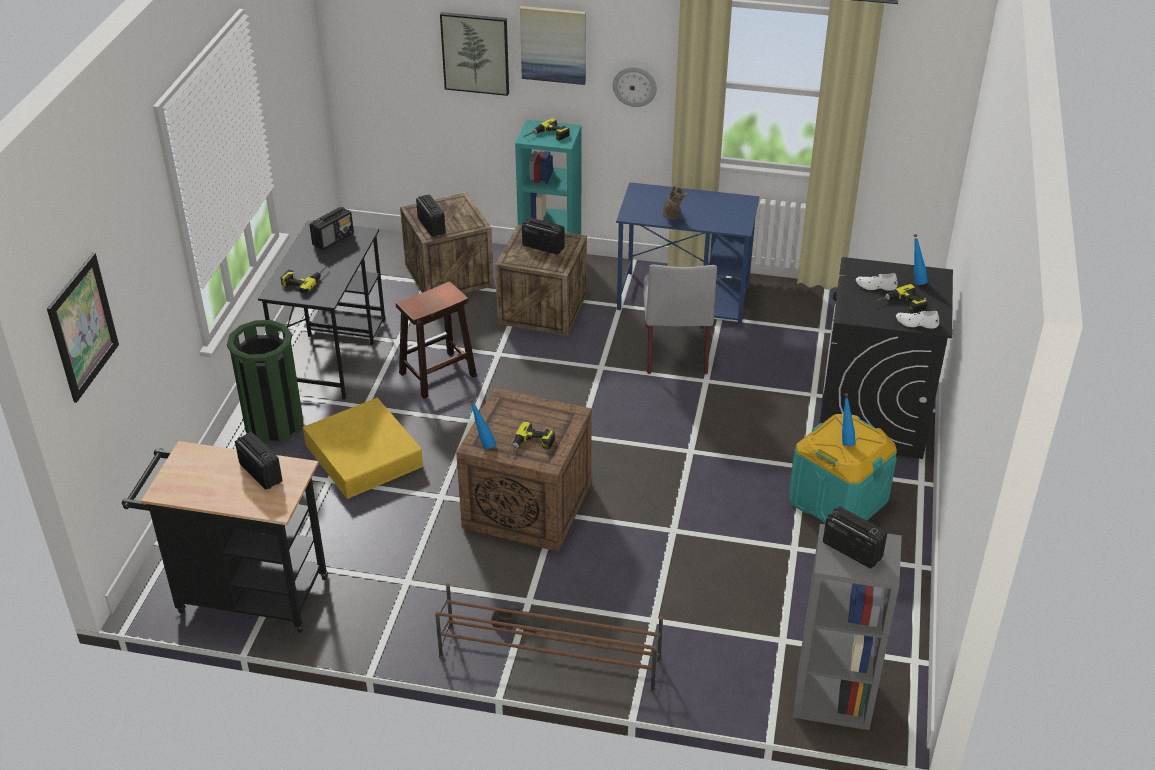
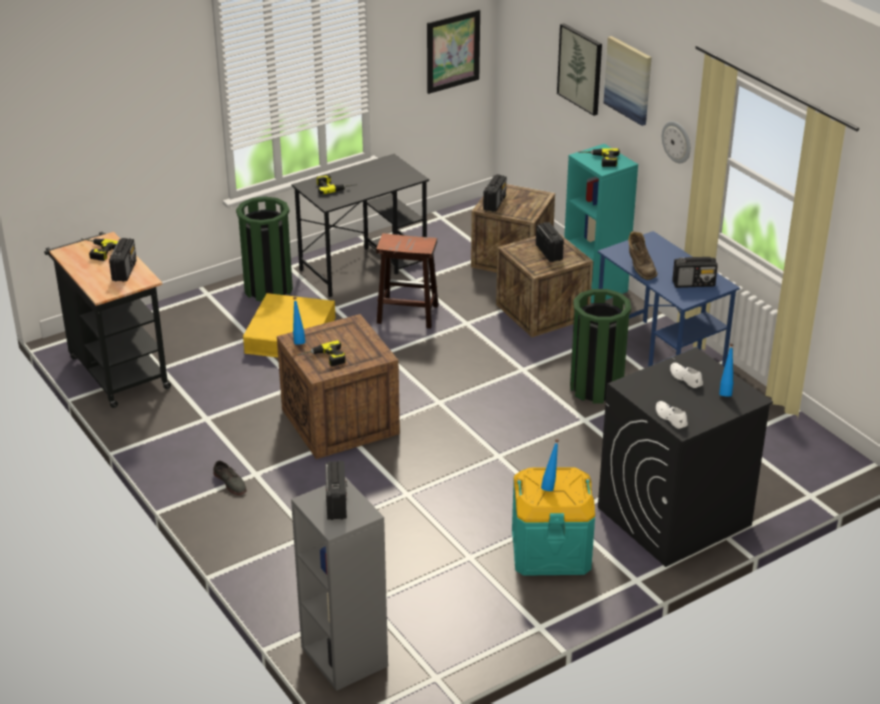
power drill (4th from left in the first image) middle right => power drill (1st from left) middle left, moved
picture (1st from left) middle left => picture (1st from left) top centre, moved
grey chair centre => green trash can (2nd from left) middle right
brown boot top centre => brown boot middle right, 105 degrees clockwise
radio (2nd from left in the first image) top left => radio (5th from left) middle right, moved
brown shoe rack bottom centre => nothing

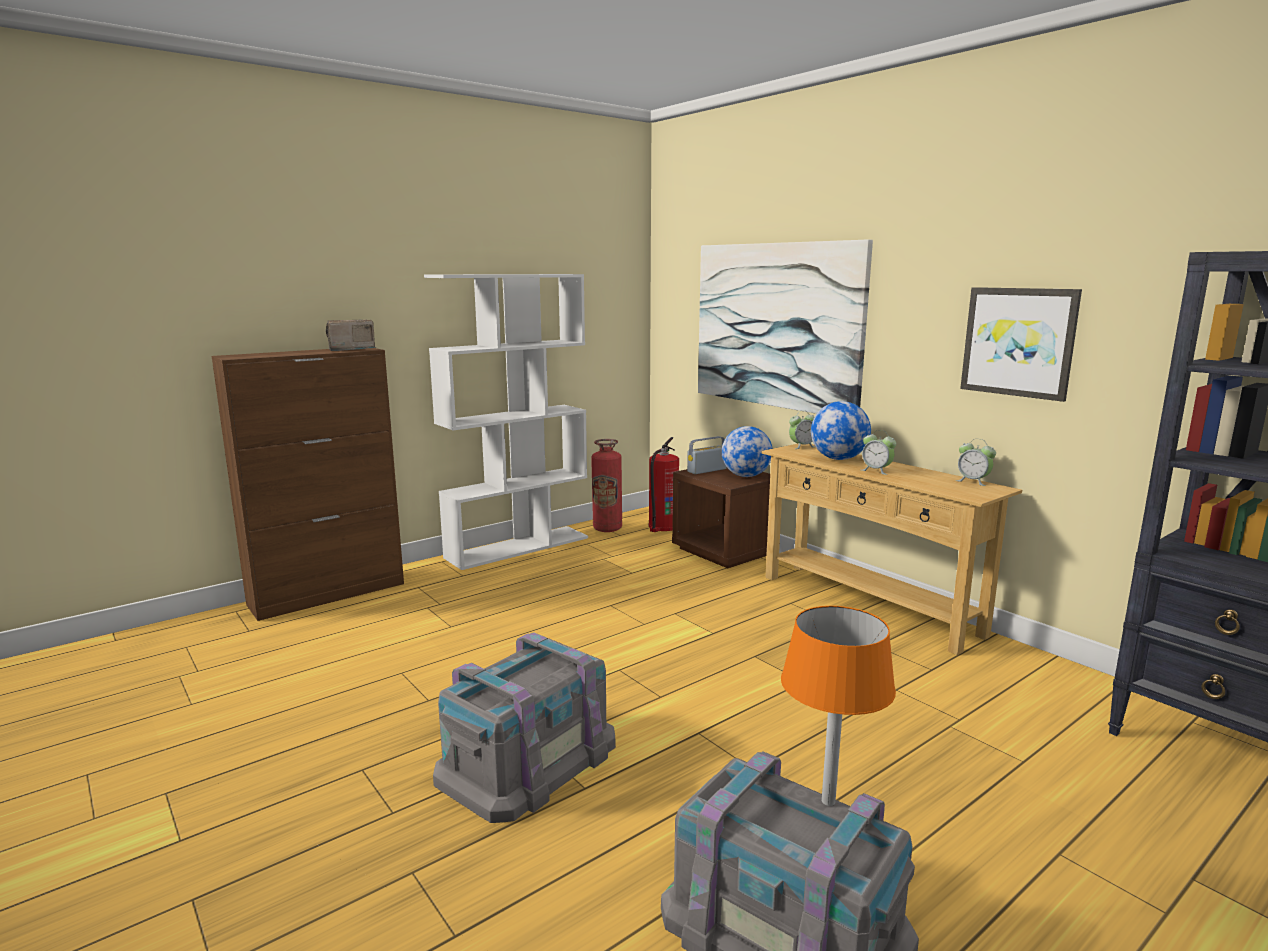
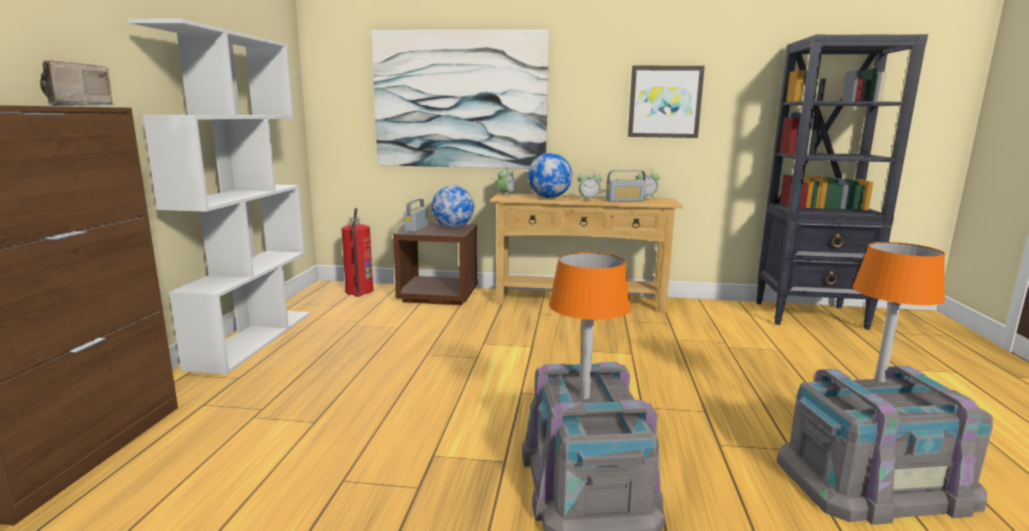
nothing => orange table lamp (1st from left) centre
nothing => radio (3rd from left) centre
fire extinguisher (1st from left) centre => nothing

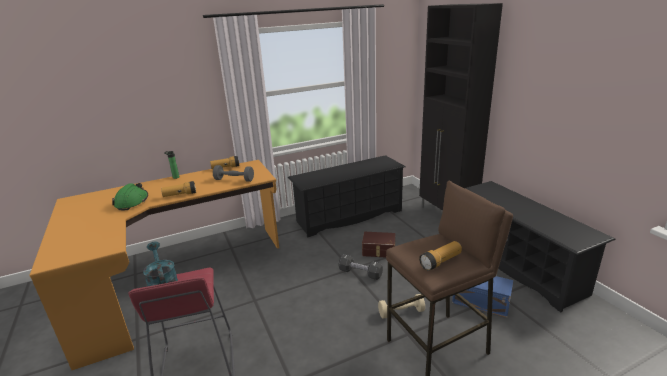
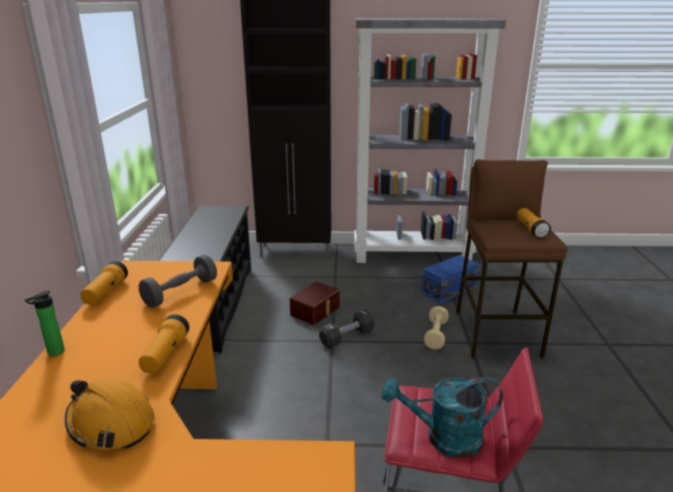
green hard hat middle left => orange hard hat bottom left
black shoe rack (2nd from left) middle right => grey bookcase top centre

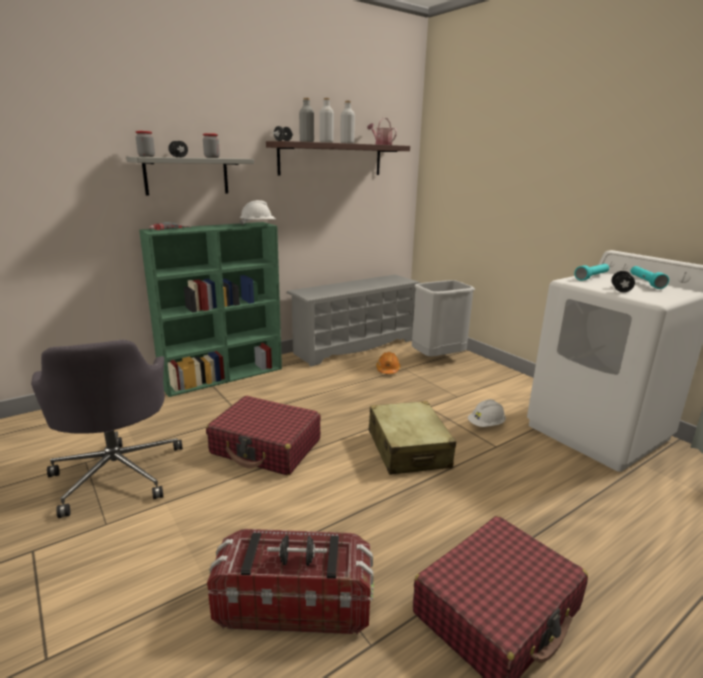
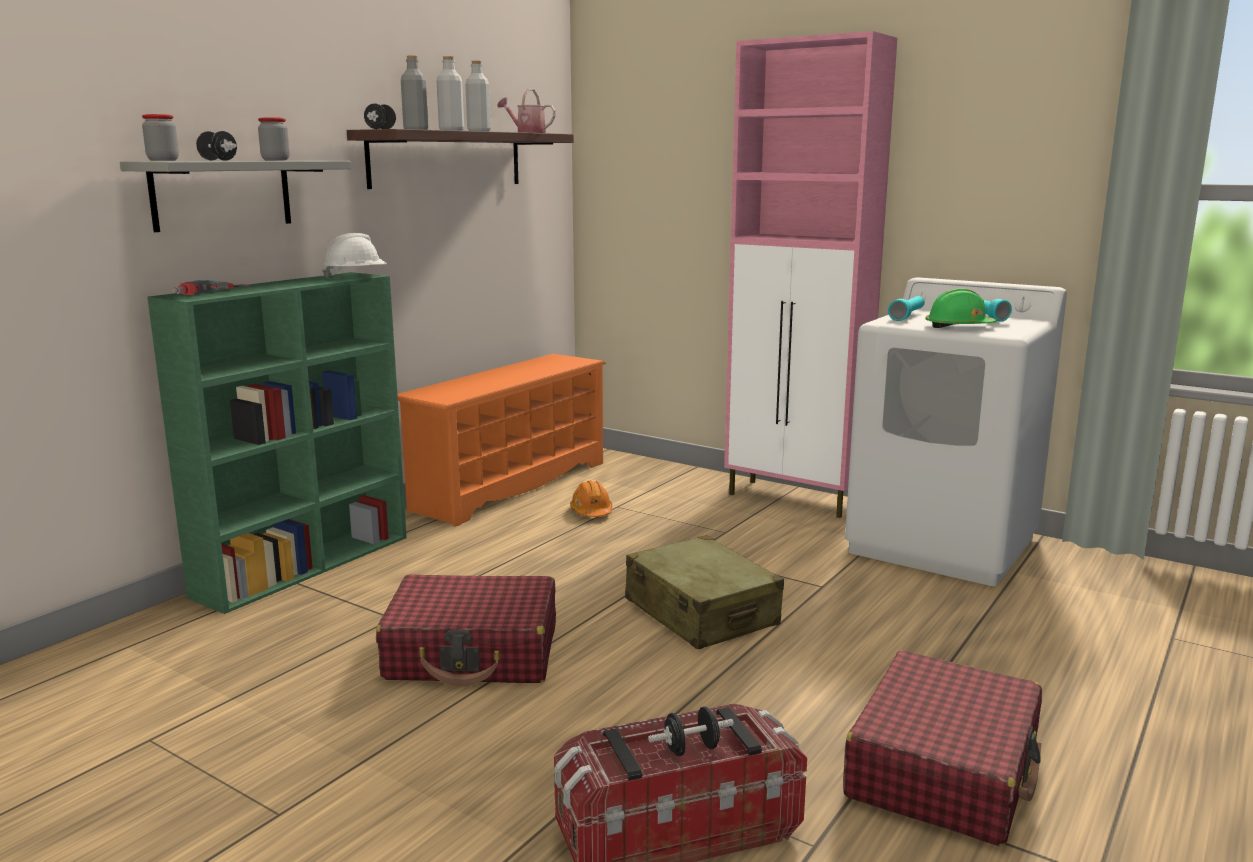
grey shoe rack centre => orange shoe rack centre
nothing => pink cabinet top centre
black dumbbell (4th from left) middle right => green hard hat middle right
grey office chair middle left => nothing
grey trash can centre => nothing
white hard hat (2nd from left) middle right => nothing

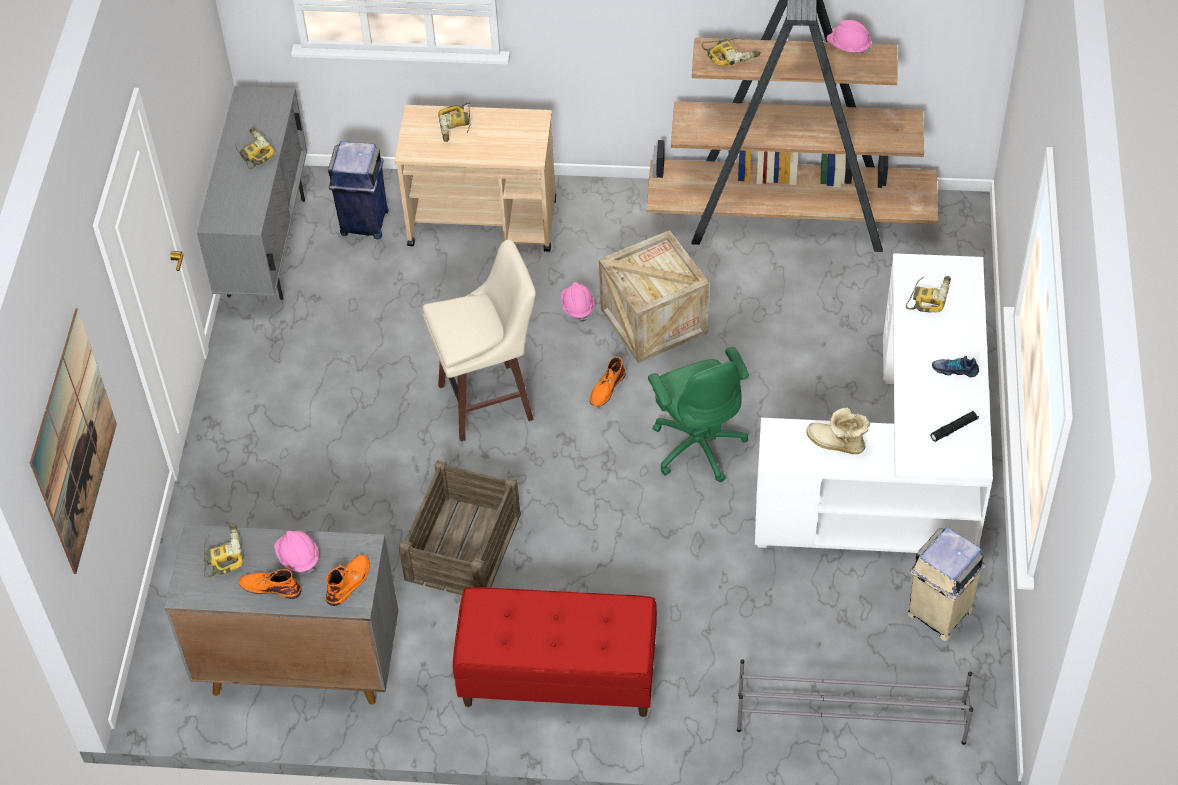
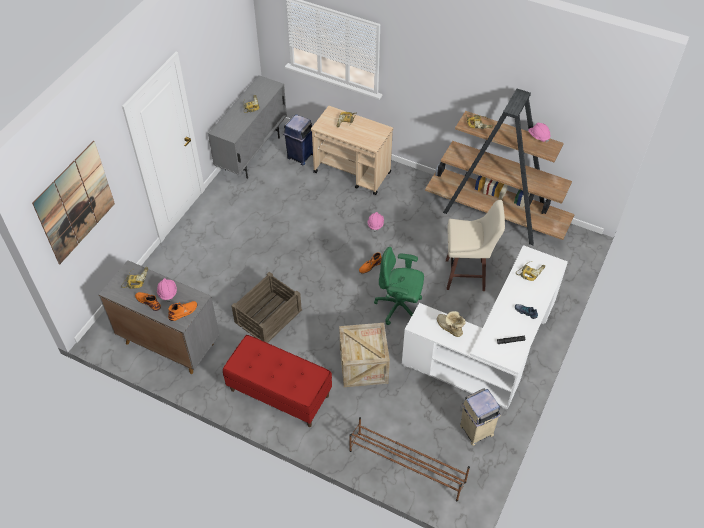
crate (2nd from left) centre => crate (2nd from left) bottom centre, moved
grey shoe rack bottom right => brown shoe rack bottom centre
green office chair centre, 105 degrees clockwise
beige stool centre => beige stool middle right, moved

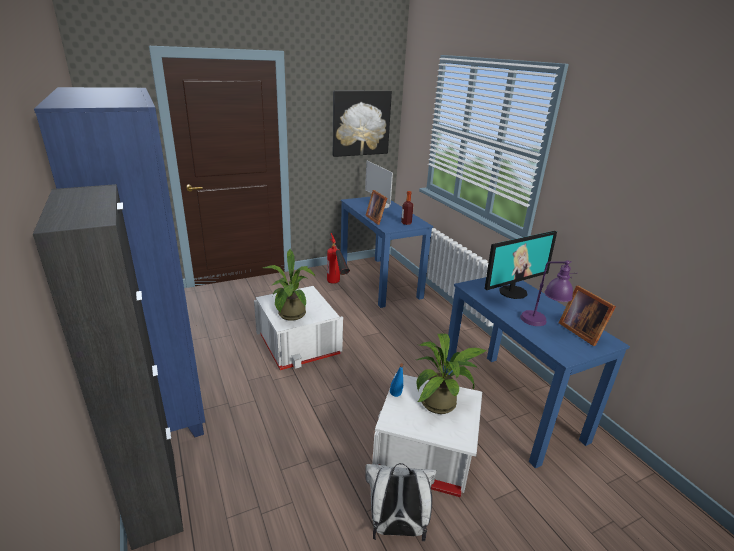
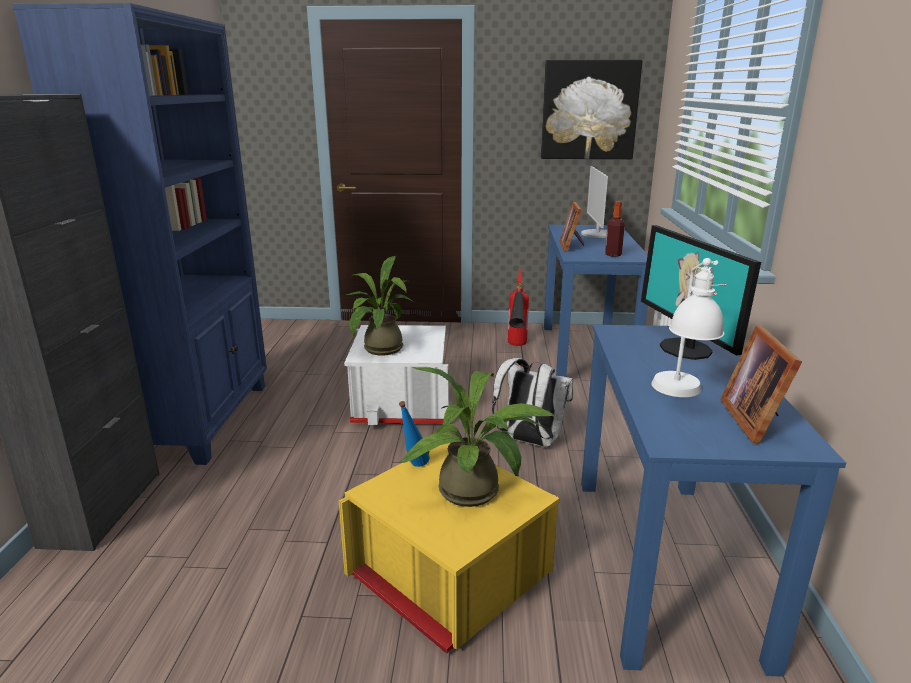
white storage box (2nd from left) bottom centre => yellow storage box bottom centre
white backpack bottom centre => white backpack centre, moved
monitor (2nd from left) middle right, 75 degrees clockwise
purple table lamp middle right => white table lamp middle right

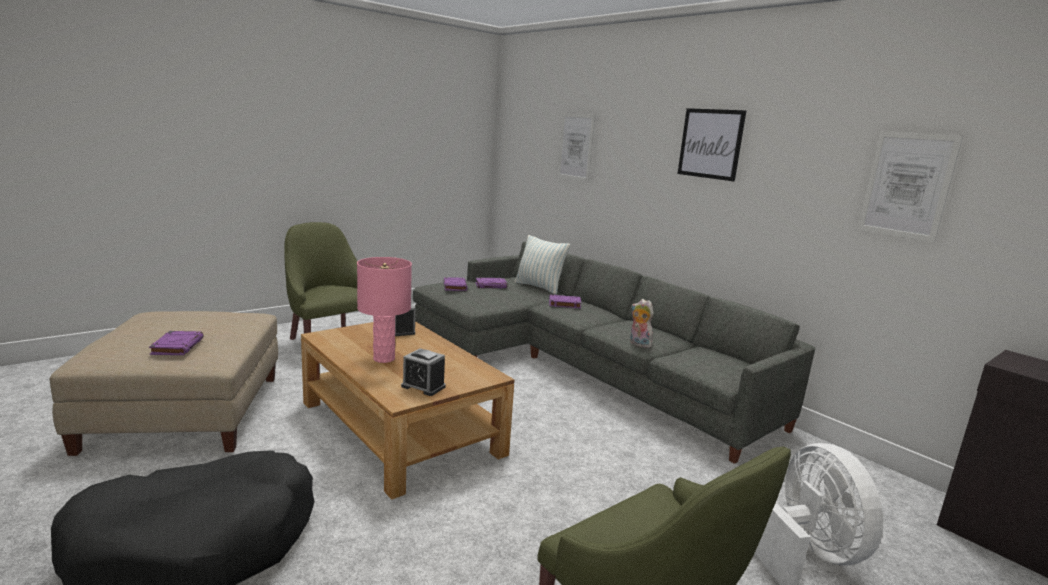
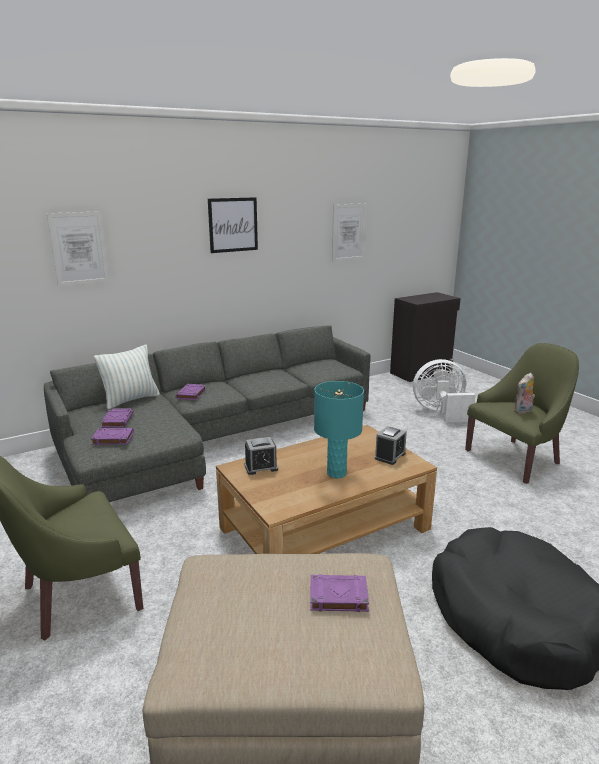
pink table lamp centre => turquoise table lamp centre
plush toy centre => plush toy middle right, moved

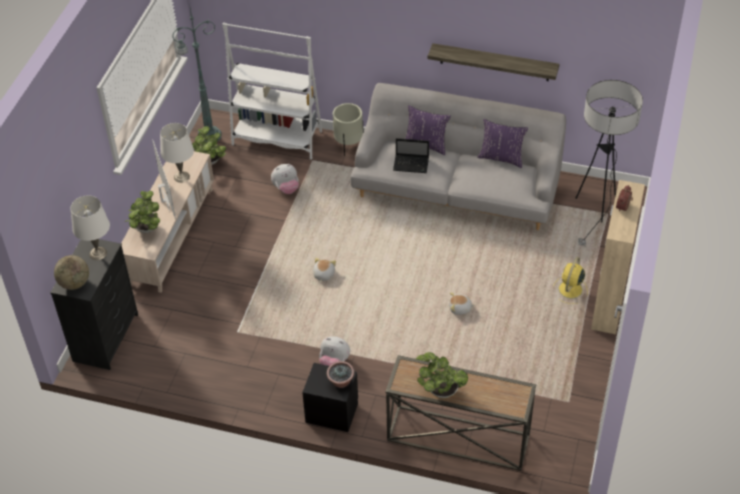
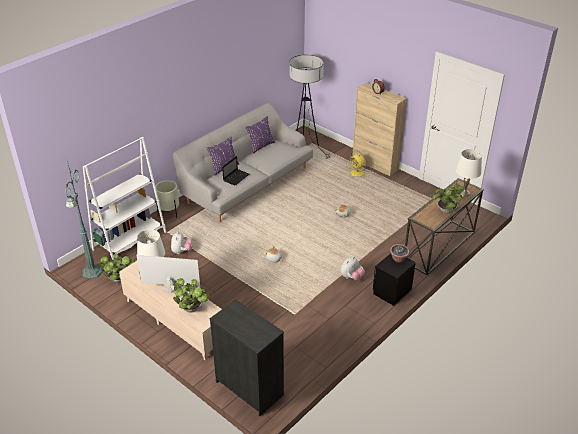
white table lamp (1st from left in the first image) middle left => white table lamp (2nd from left) middle right, moved
globe middle left => nothing
shelf top centre => nothing

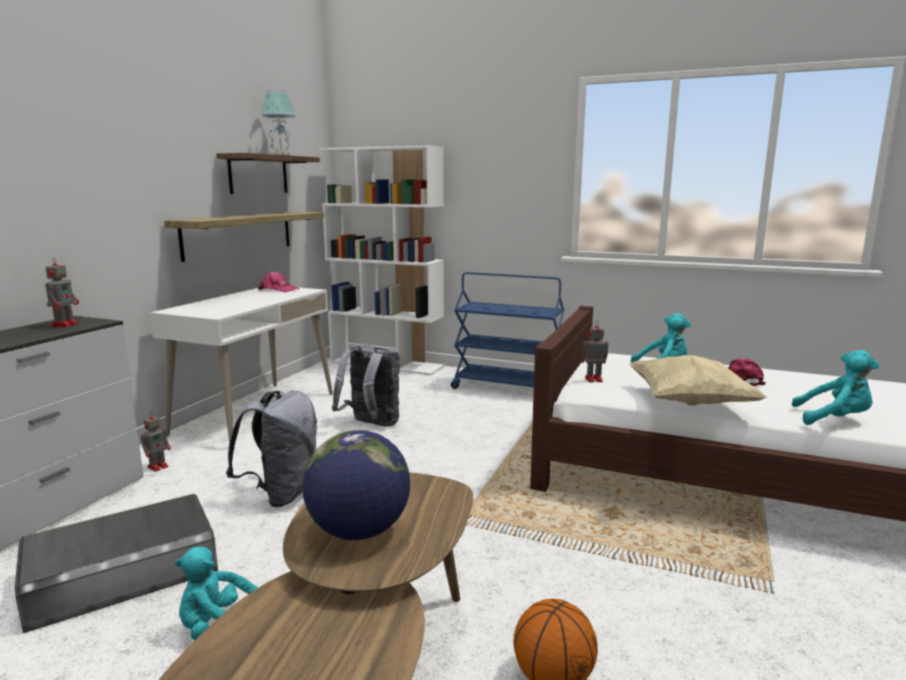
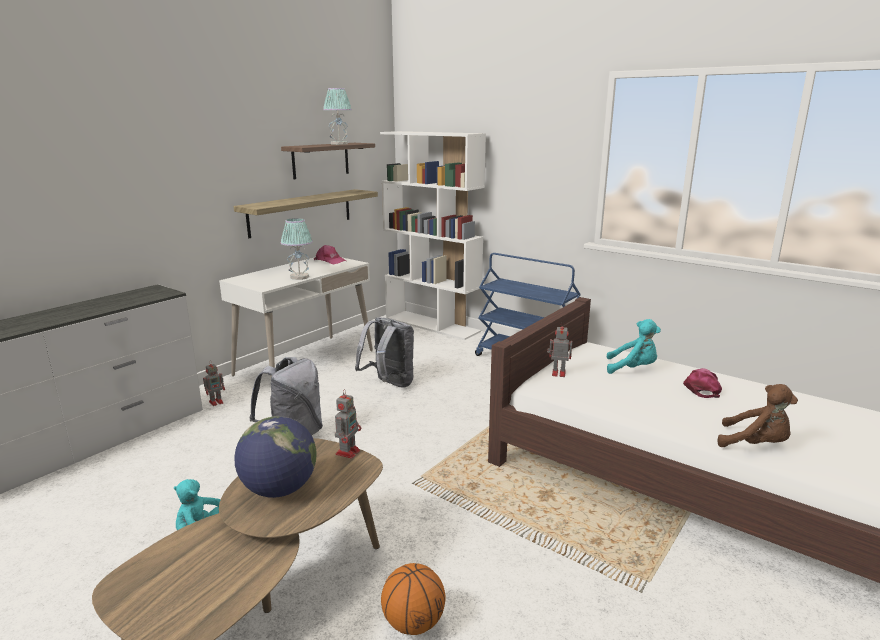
nothing => table lamp (1st from left) centre
toy robot (1st from left in the first image) middle left => toy robot (2nd from left) centre, moved
turquoise plush toy (3rd from left) middle right => brown plush toy middle right
grey storage box bottom left => nothing
beige pillow middle right => nothing

